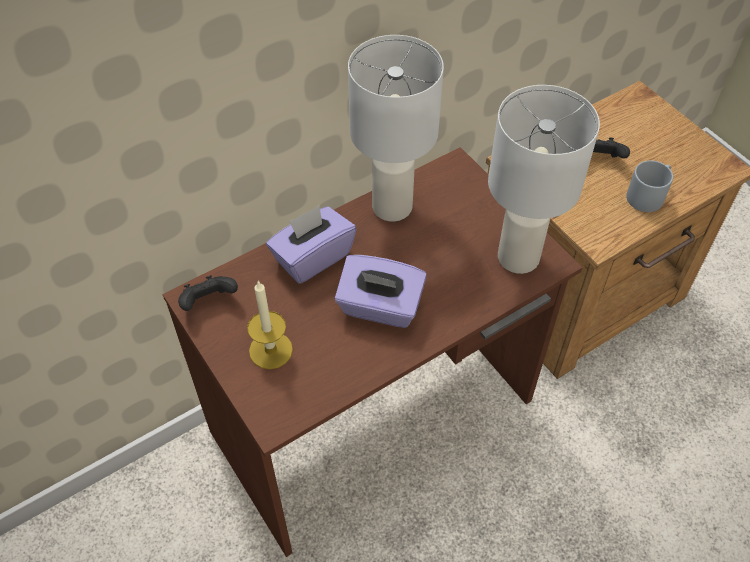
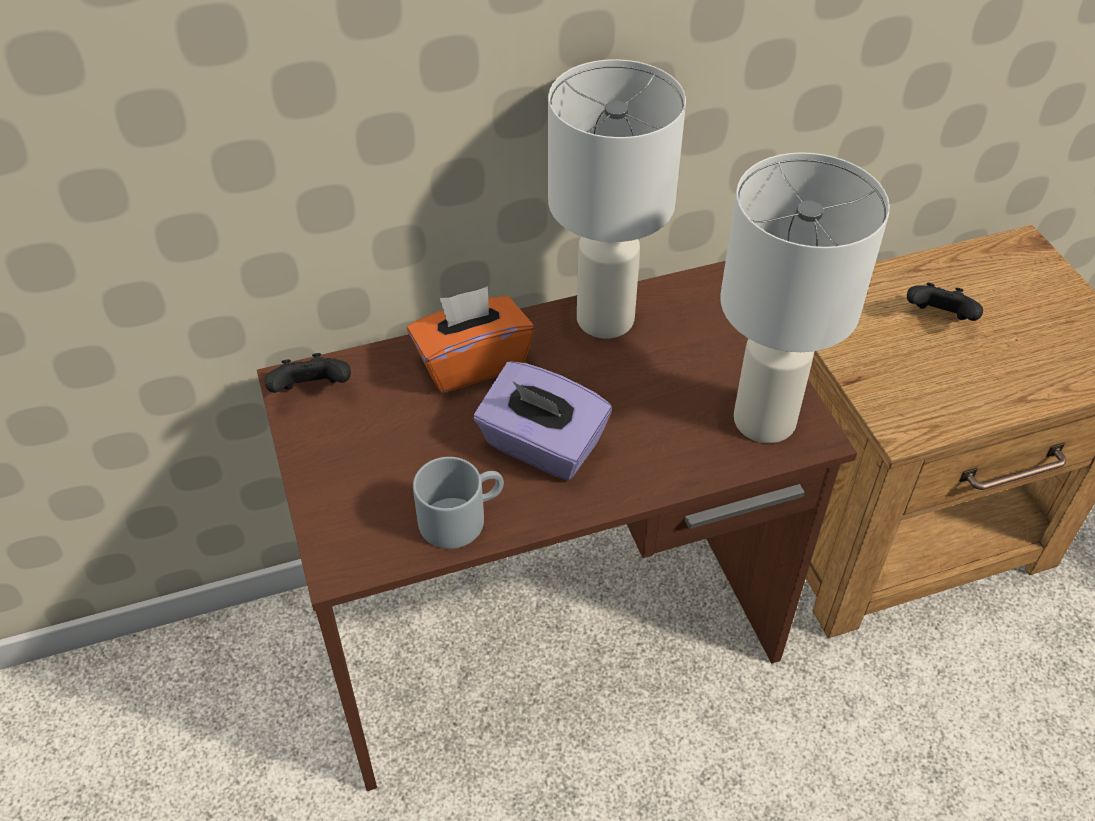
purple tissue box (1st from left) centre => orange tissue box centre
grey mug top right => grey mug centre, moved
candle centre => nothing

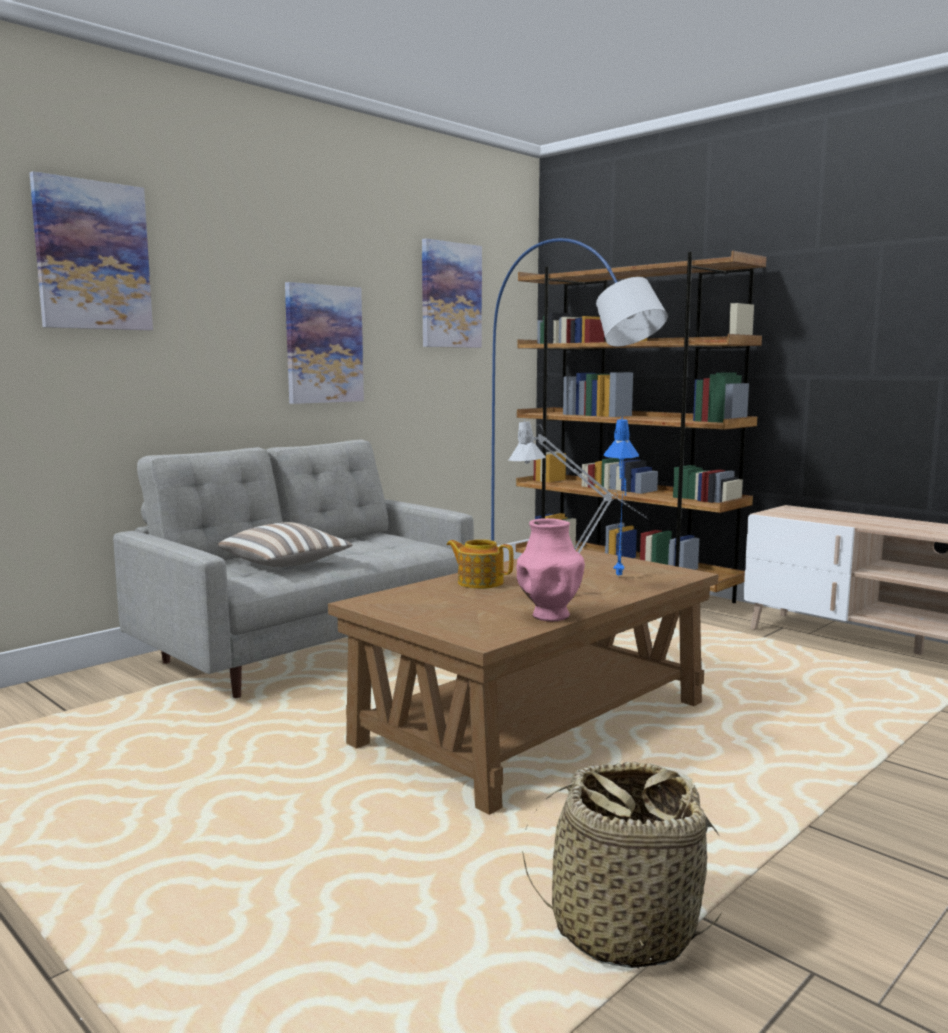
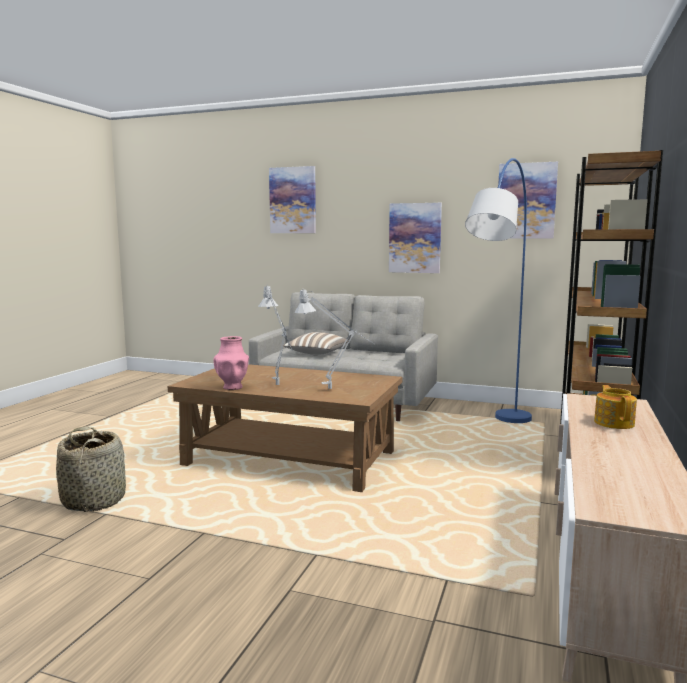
blue table lamp centre => grey table lamp (2nd from left) centre
teapot centre => teapot middle right, moved

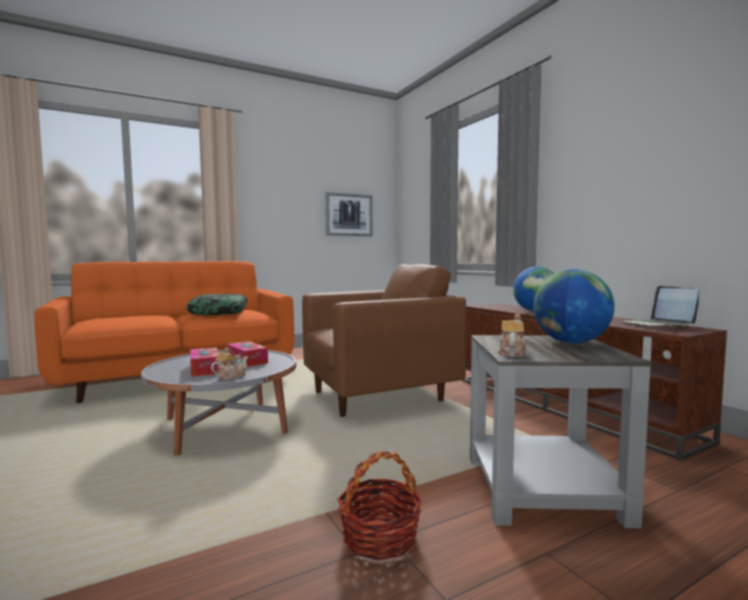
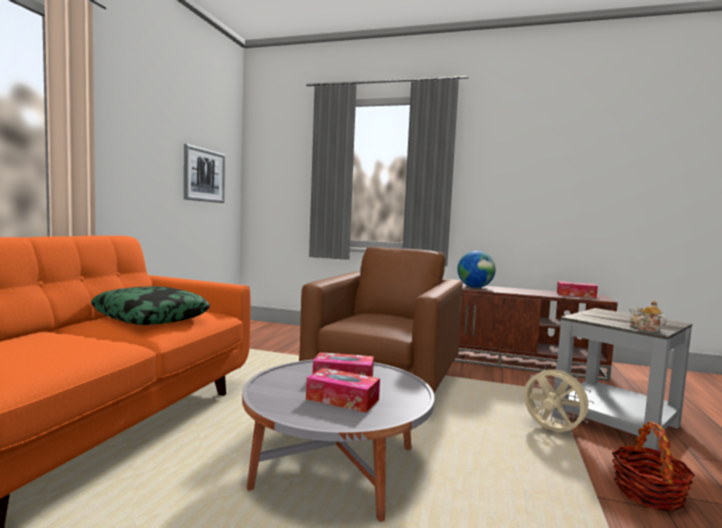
nothing => beige fan bottom right
laptop middle right => tissue box (3rd from left) middle right
teapot (1st from left) middle left => nothing
globe (2nd from left) middle right => nothing

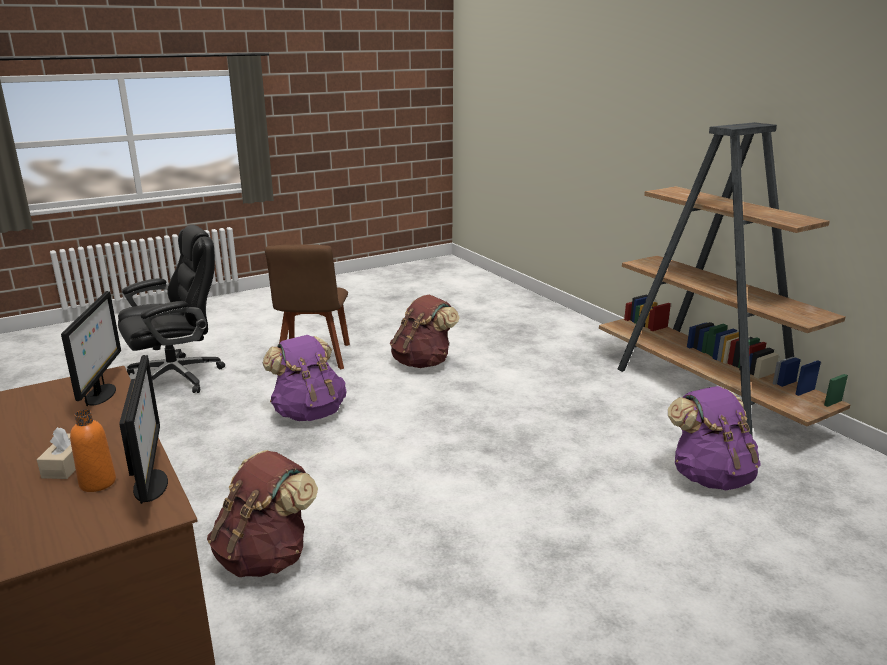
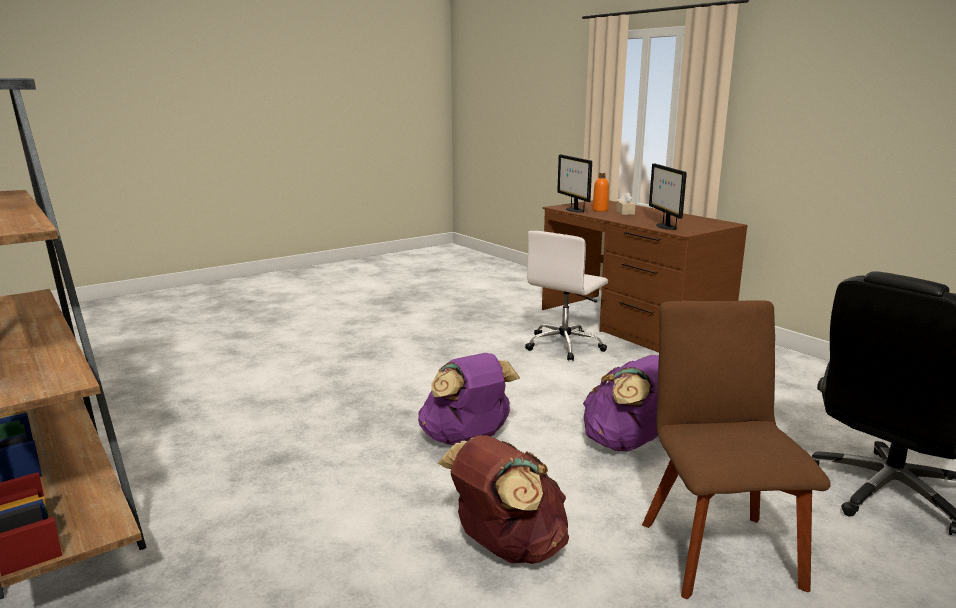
purple backpack (2nd from left in the first image) middle right => purple backpack (1st from left) centre, moved
brown backpack (1st from left) bottom left => white office chair centre

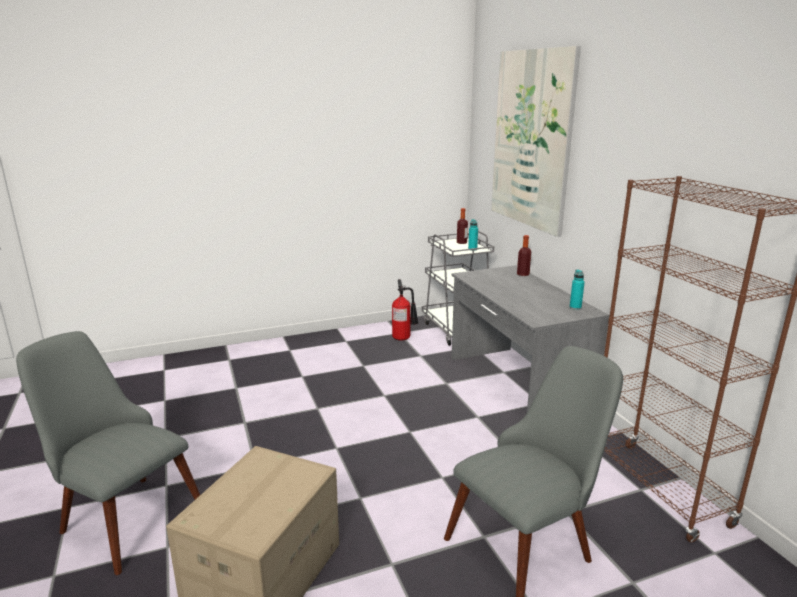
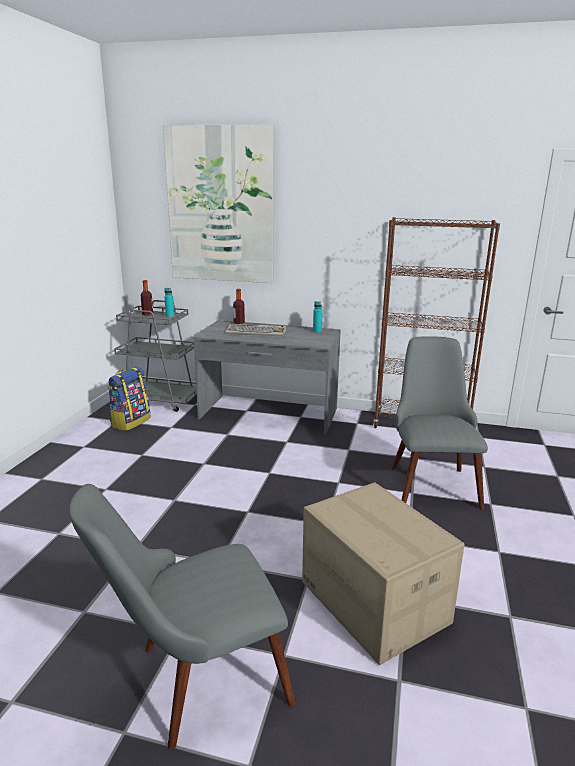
fire extinguisher centre => backpack middle left
nothing => keyboard centre

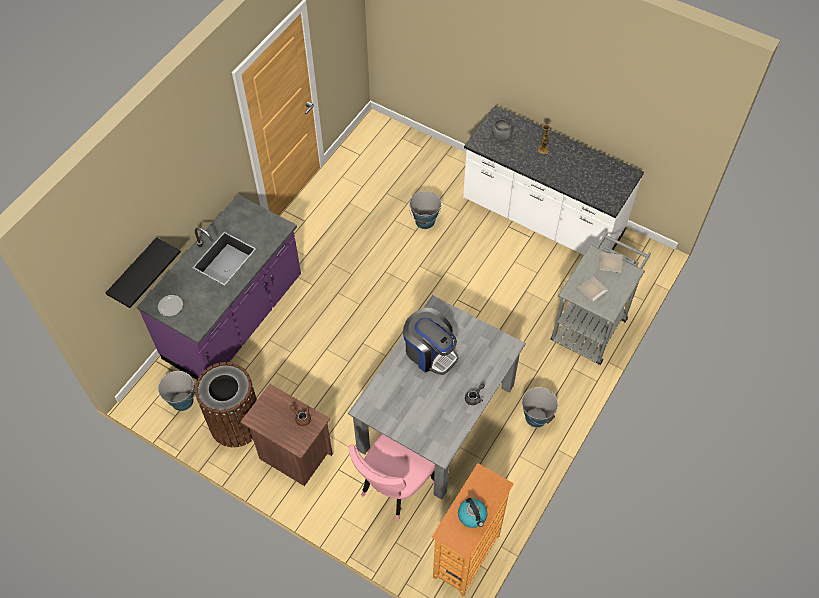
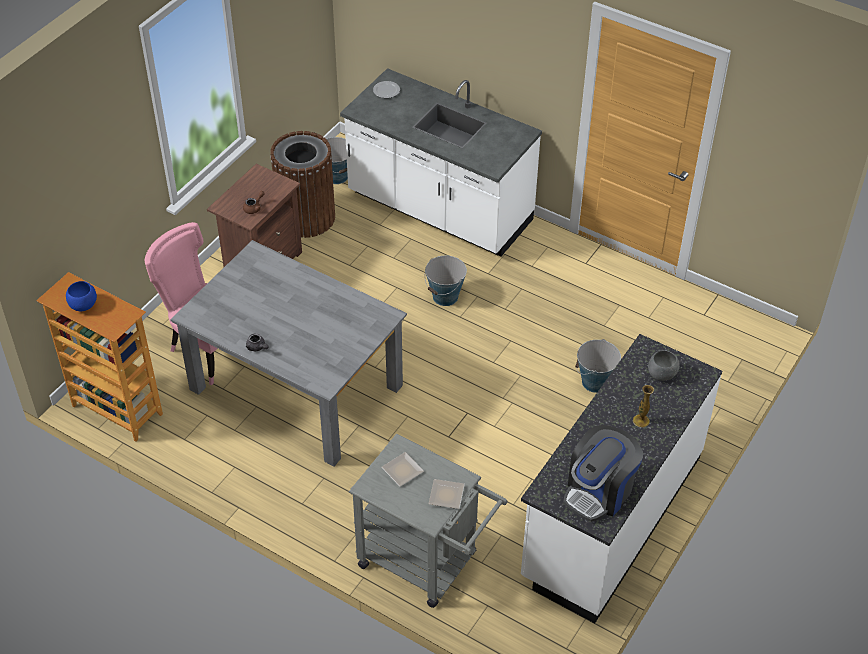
kettle bottom centre => blue bowl middle left
purple counter middle left => white counter (1st from left) top centre
bucket (3rd from left in the first image) bottom centre => bucket (2nd from left) centre, moved
coffee machine centre => coffee machine bottom right, moved
black shelf middle left => nothing

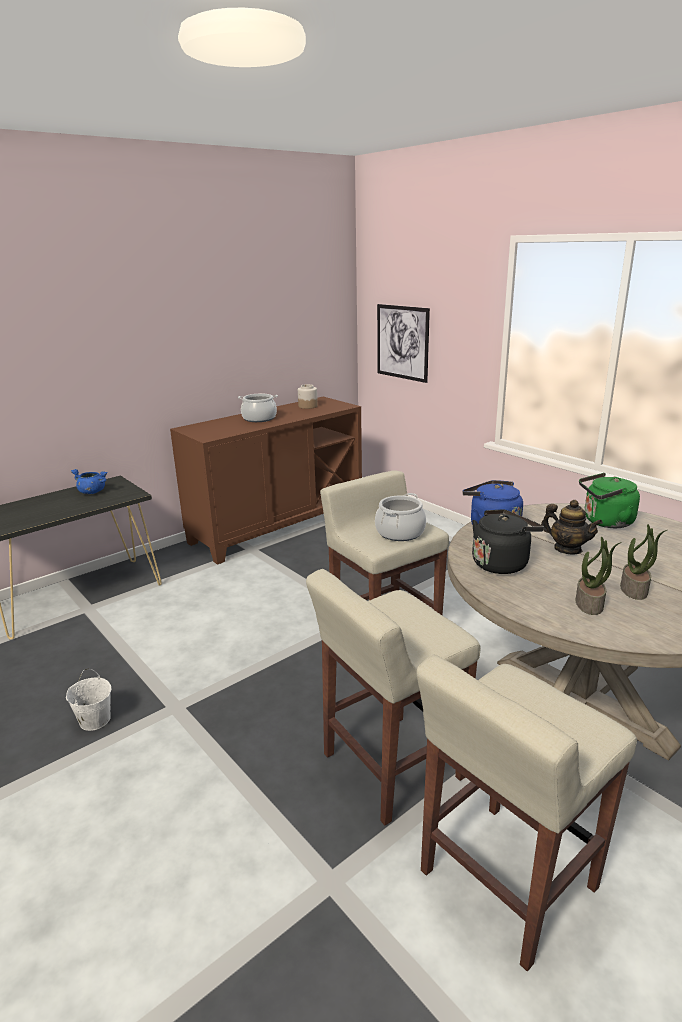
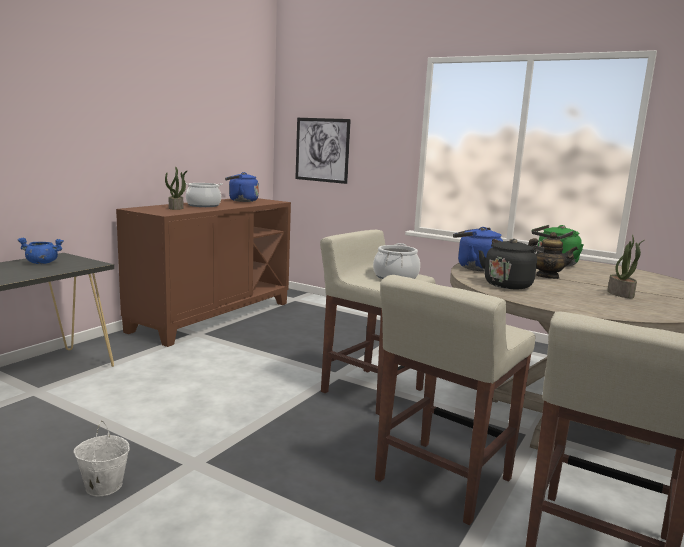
potted plant (1st from left) middle right => potted plant (1st from left) middle left, moved
jar centre => blue kettle (1st from left) centre

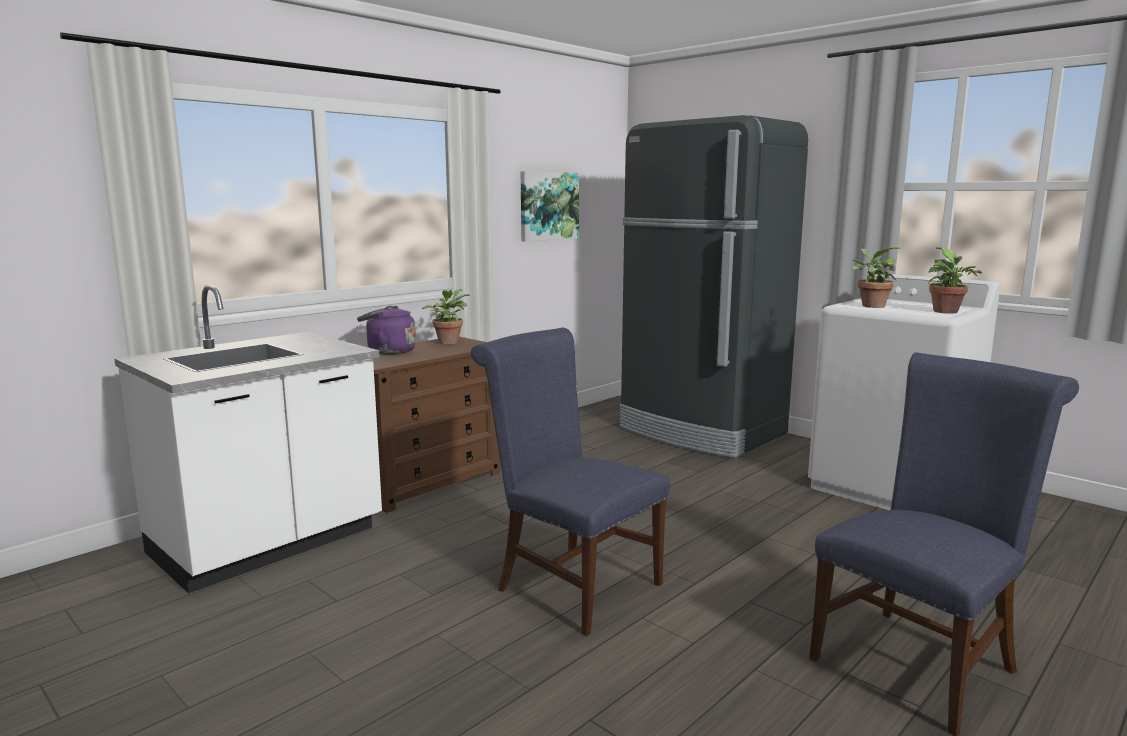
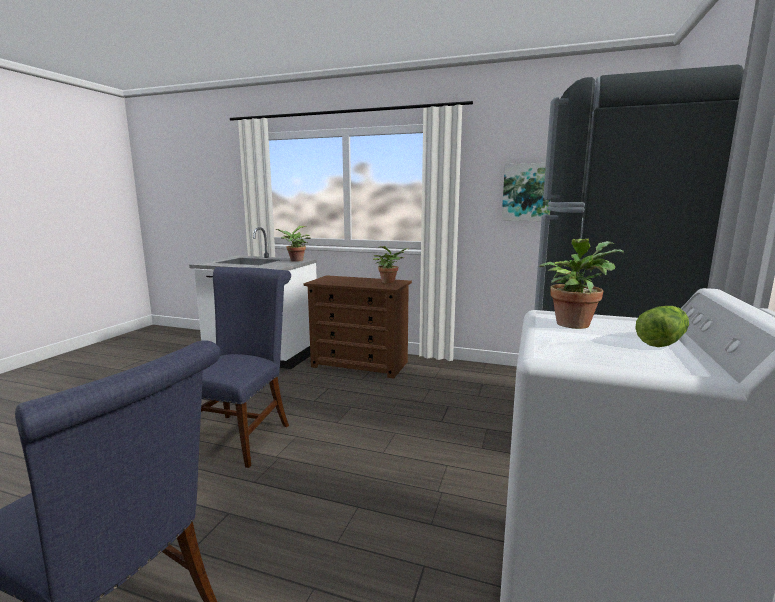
potted plant (3rd from left in the first image) middle right => potted plant (1st from left) centre, moved
nothing => lettuce middle right
purple kettle centre => nothing

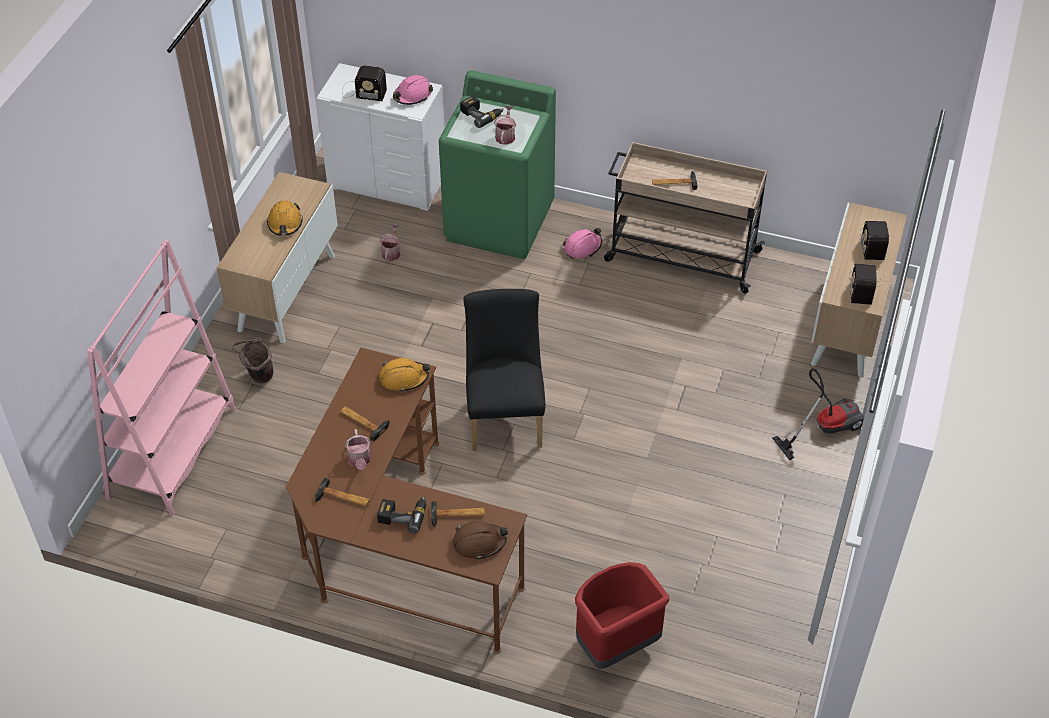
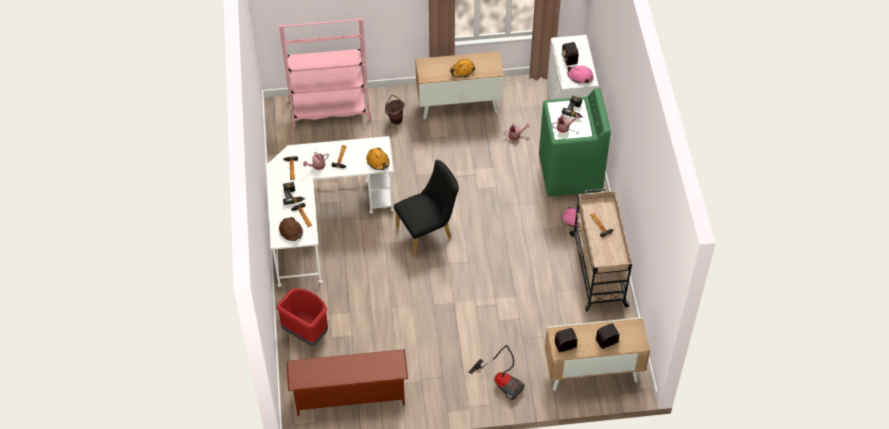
brown desk bottom centre => white desk centre
nothing => brown shoe rack bottom centre

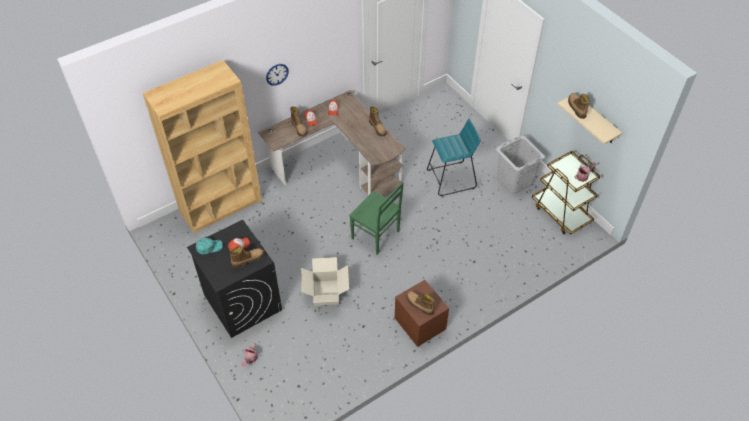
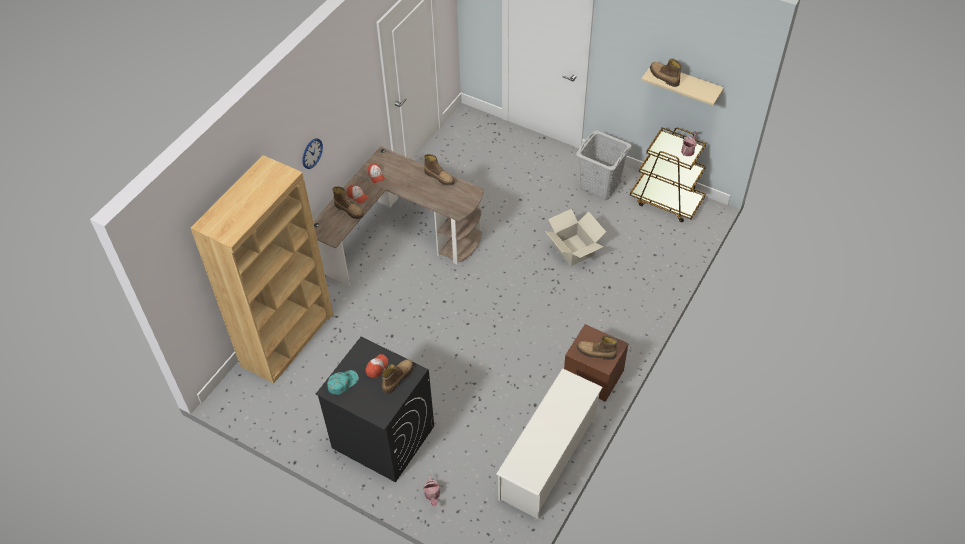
nothing => white shoe rack bottom centre
cardboard box bottom centre => cardboard box centre, moved
green chair centre => nothing
turquoise stool centre => nothing

